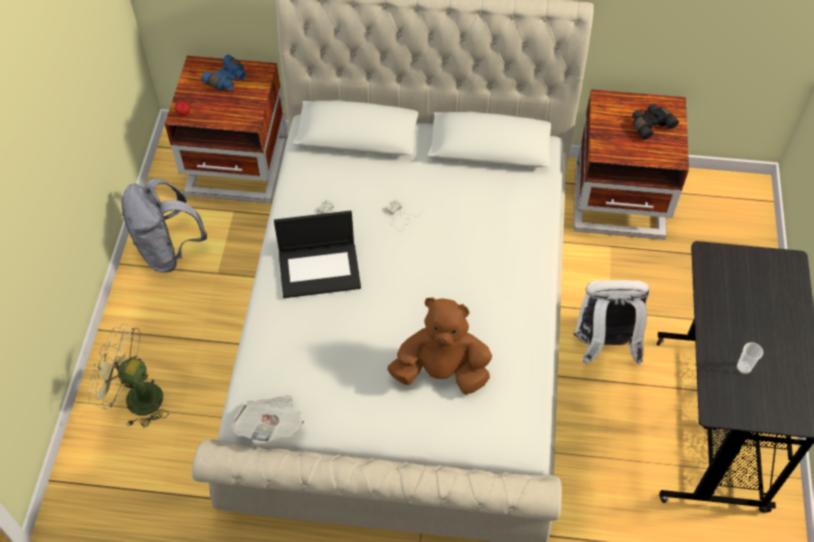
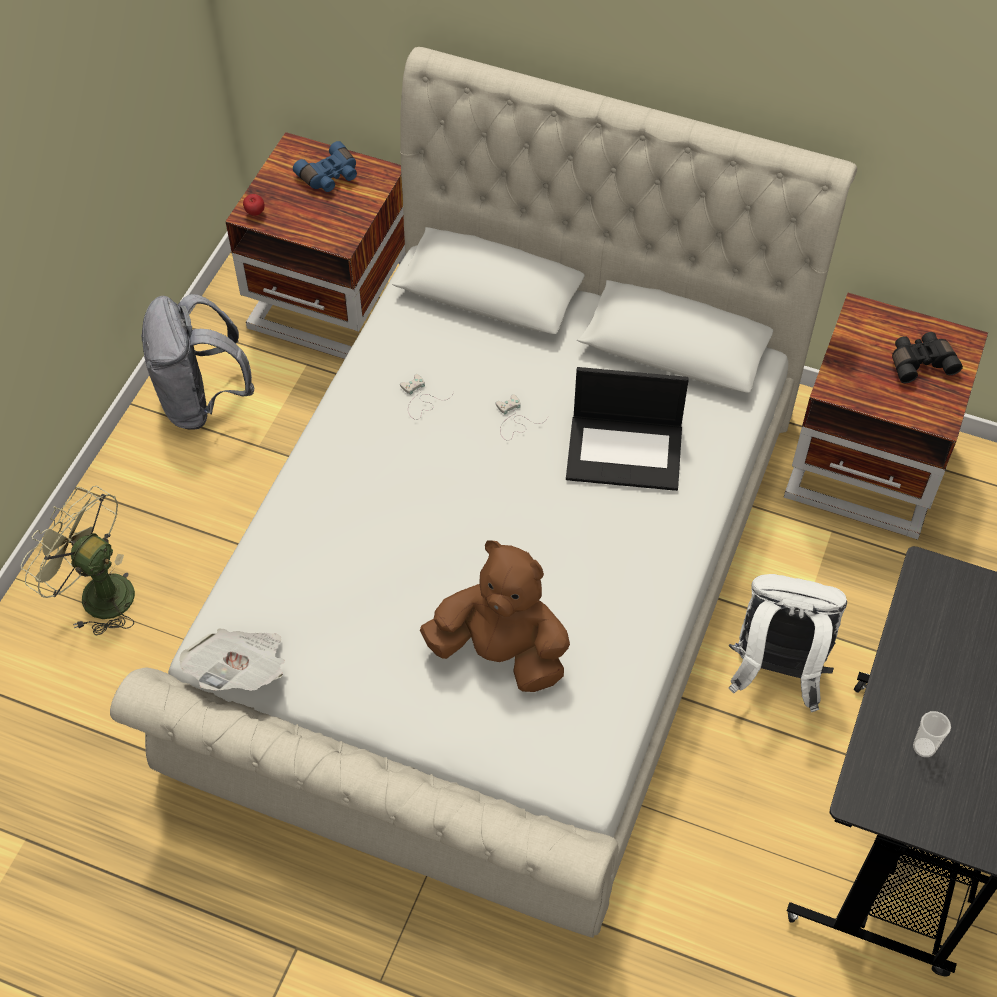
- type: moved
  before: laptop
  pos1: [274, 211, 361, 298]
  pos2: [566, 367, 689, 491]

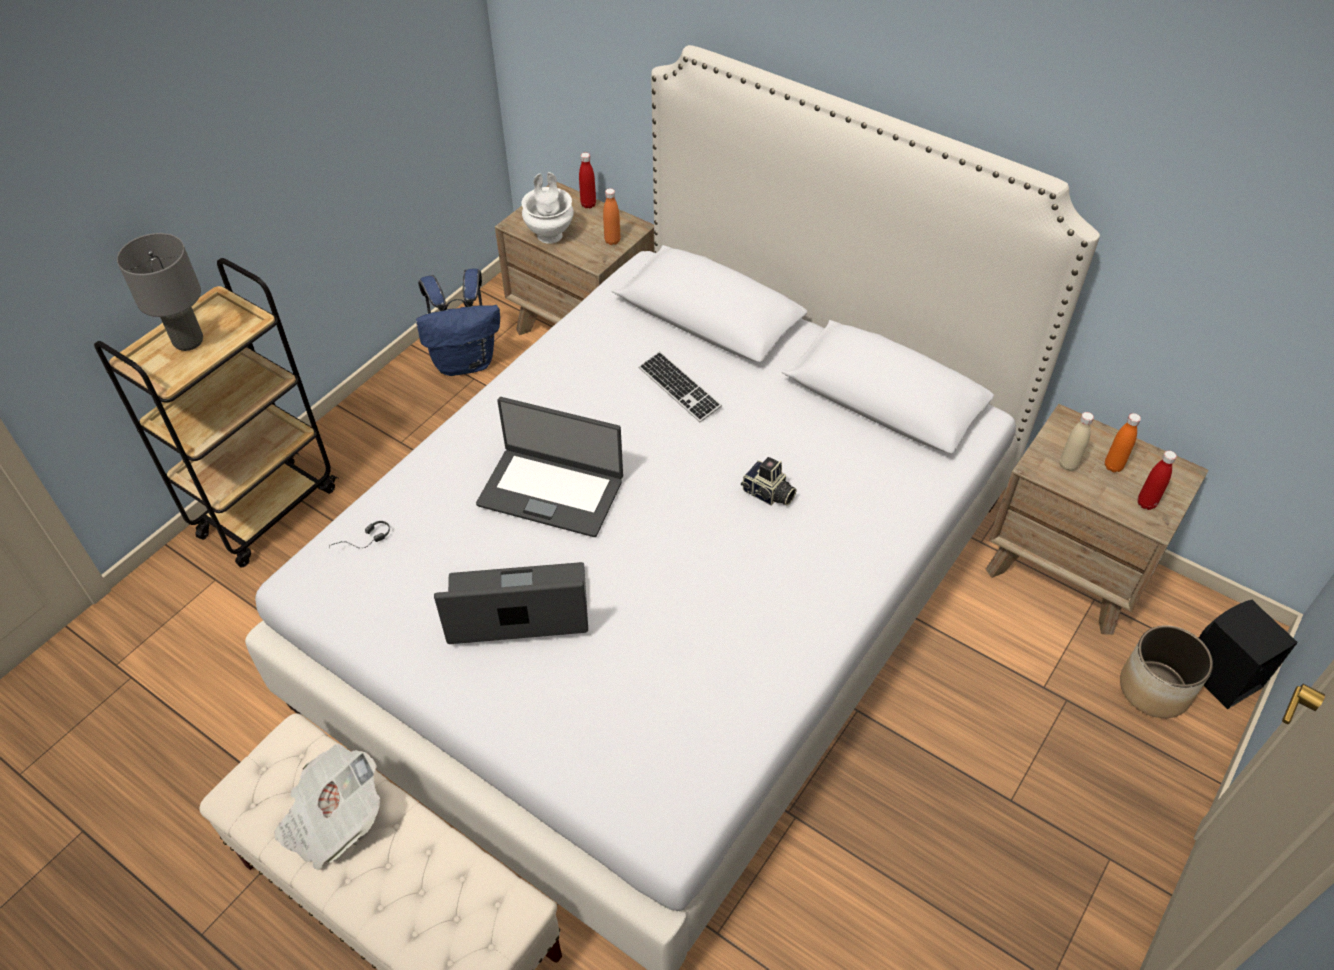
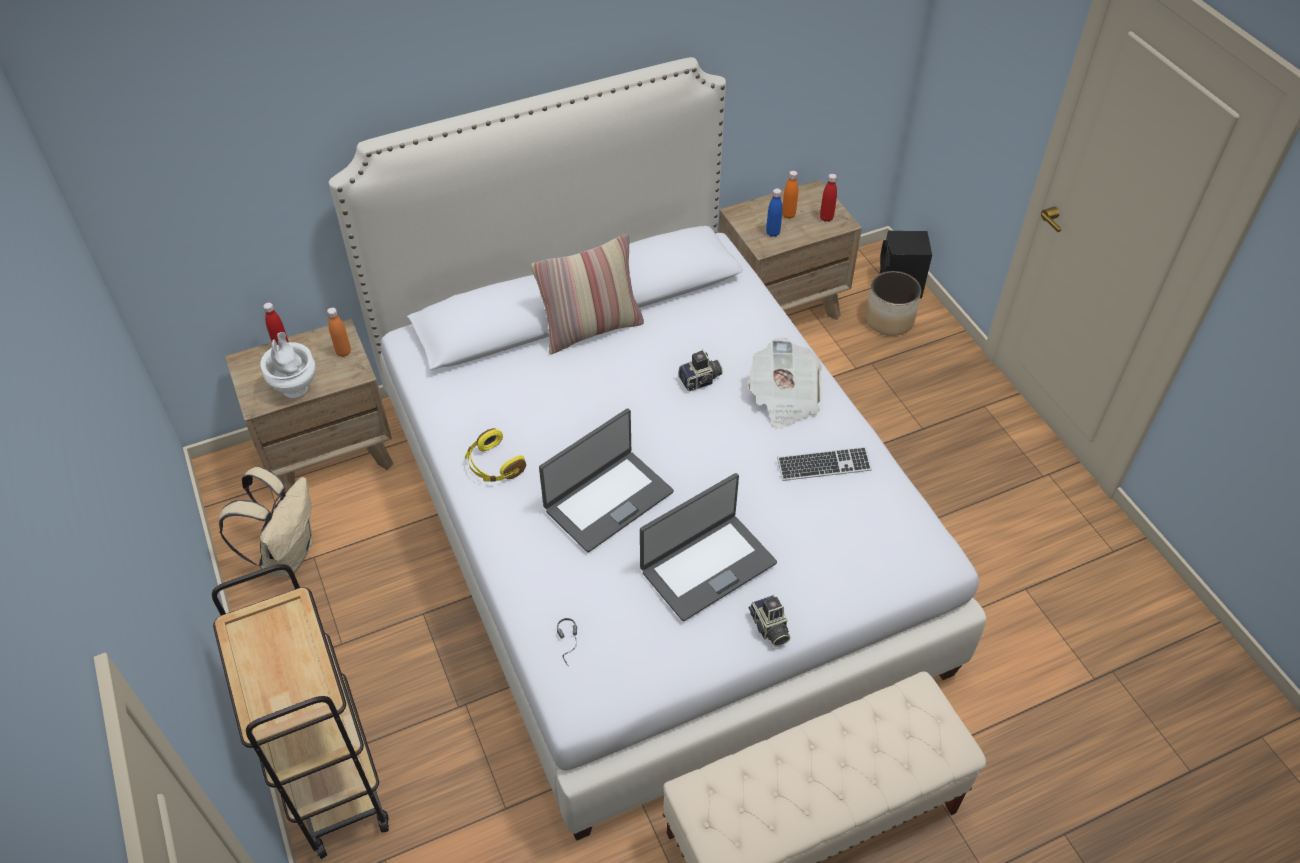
- type: removed
  before: table lamp in grey
  pos1: [117, 233, 203, 351]
- type: added
  after: headphones in yellow
  pos2: [465, 428, 526, 482]
- type: added
  after: pillow
  pos2: [531, 234, 644, 354]
- type: added
  after: photo camera
  pos2: [749, 595, 790, 647]
- type: moved
  before: daily paper
  pos1: [274, 744, 380, 871]
  pos2: [748, 338, 822, 429]
- type: moved
  before: keyboard
  pos1: [639, 351, 722, 422]
  pos2: [777, 447, 872, 481]
- type: recoloured
  before: backpack in bluish
  after: backpack in sand-coloured
  pos1: [416, 268, 500, 376]
  pos2: [219, 466, 312, 577]
- type: recoloured
  before: beverage bottle in sand-coloured
  after: beverage bottle in bluish
  pos1: [1060, 412, 1094, 471]
  pos2: [766, 188, 782, 237]
- type: turned
  before: laptop
  pos1: [434, 562, 588, 644]
  pos2: [640, 473, 777, 621]
  turn: -150

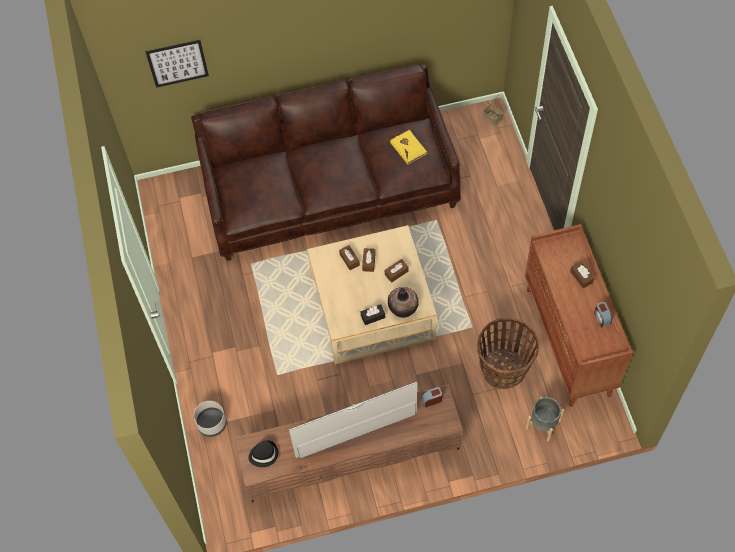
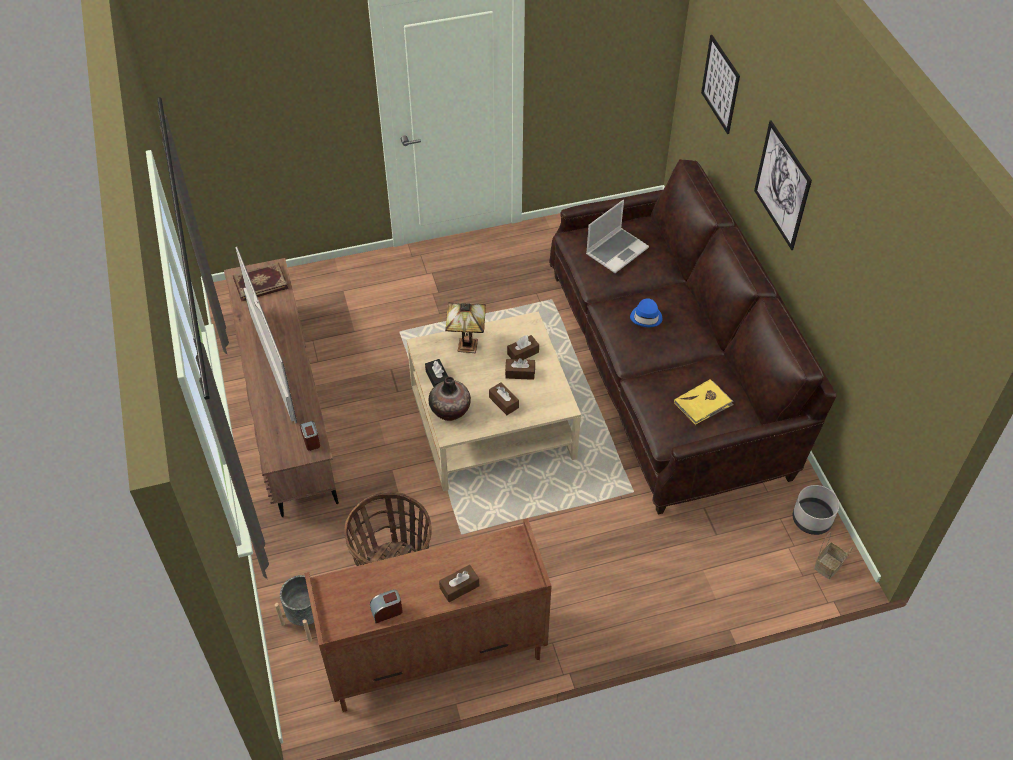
- type: added
  after: table lamp
  pos2: [445, 302, 486, 353]
- type: added
  after: laptop
  pos2: [586, 200, 649, 273]
- type: added
  after: wearable hat in bluish
  pos2: [630, 298, 662, 327]
- type: added
  after: wall picture
  pos2: [754, 121, 812, 250]
- type: moved
  before: flower pot in grey
  pos1: [193, 401, 227, 437]
  pos2: [792, 485, 839, 535]
- type: replaced
  before: wearable hat in black
  after: volume
  pos1: [248, 440, 278, 467]
  pos2: [233, 263, 288, 301]

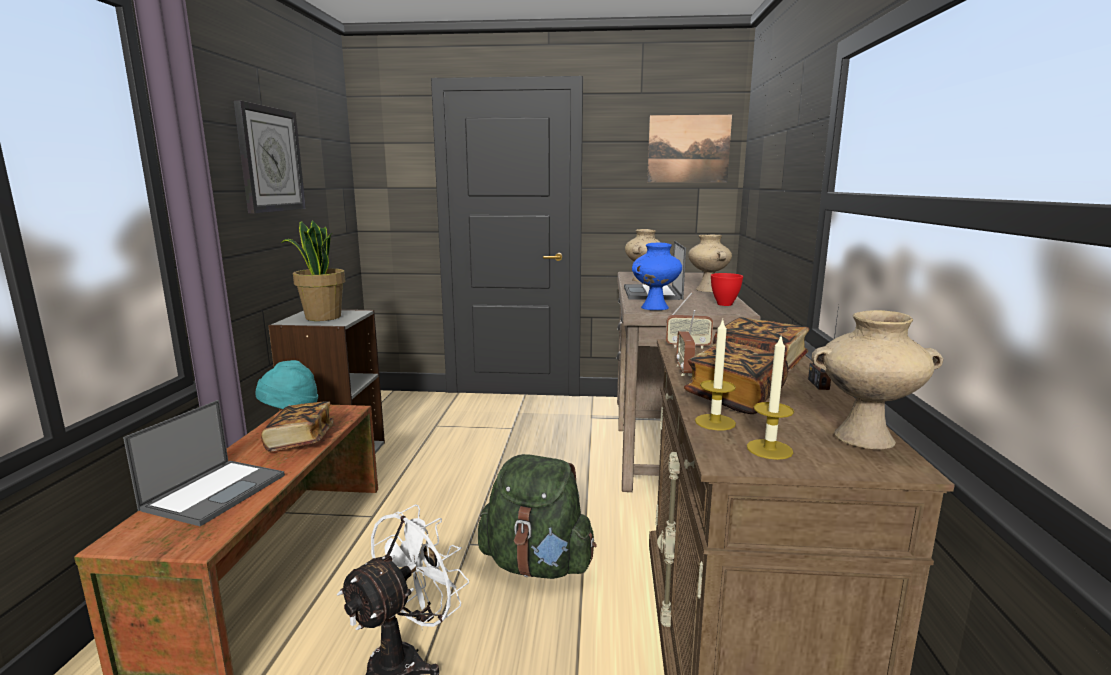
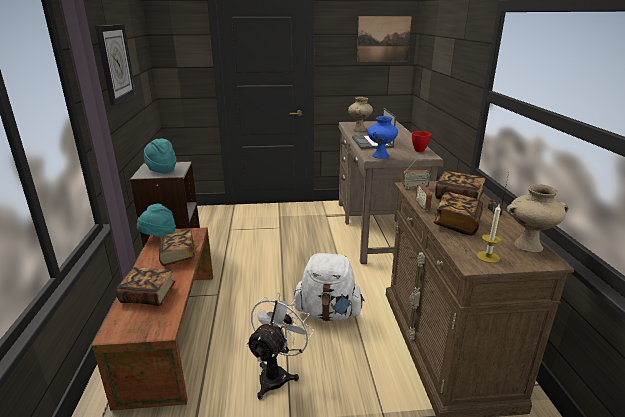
- type: removed
  before: flower vase in sand-coloured
  pos1: [688, 235, 732, 292]
- type: removed
  before: candle
  pos1: [695, 319, 736, 430]
- type: replaced
  before: laptop
  after: volume
  pos1: [123, 400, 285, 526]
  pos2: [116, 267, 176, 306]
- type: replaced
  before: houseplant
  after: wearable hat in blue-green
  pos1: [281, 220, 345, 321]
  pos2: [144, 139, 176, 173]
- type: recoloured
  before: backpack in greenish
  after: backpack in white-coloured
  pos1: [478, 454, 597, 579]
  pos2: [294, 253, 365, 321]

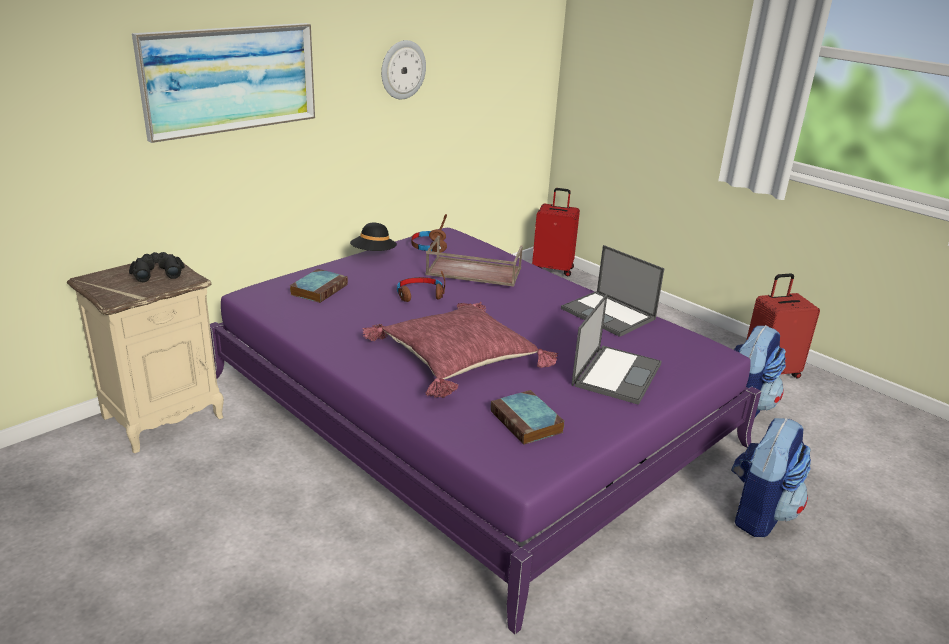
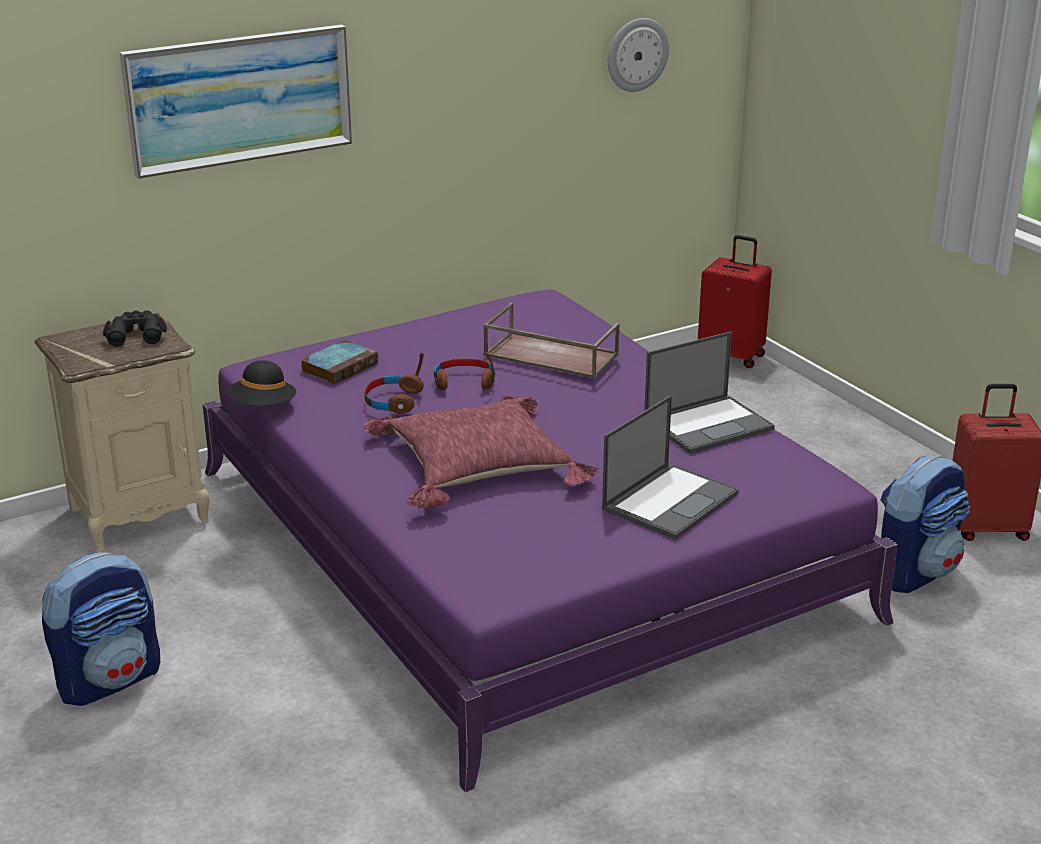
- type: removed
  before: volume
  pos1: [491, 390, 565, 445]
- type: moved
  before: wearable hat in black
  pos1: [350, 223, 397, 251]
  pos2: [225, 360, 297, 406]
- type: moved
  before: hanging clock
  pos1: [381, 40, 426, 99]
  pos2: [608, 18, 669, 92]
- type: moved
  before: headphones in brown-coloured
  pos1: [411, 214, 447, 252]
  pos2: [364, 352, 424, 414]
- type: moved
  before: backpack
  pos1: [732, 418, 811, 537]
  pos2: [42, 552, 160, 706]
- type: turned
  before: laptop
  pos1: [561, 245, 665, 337]
  pos2: [644, 331, 775, 454]
  turn: -90

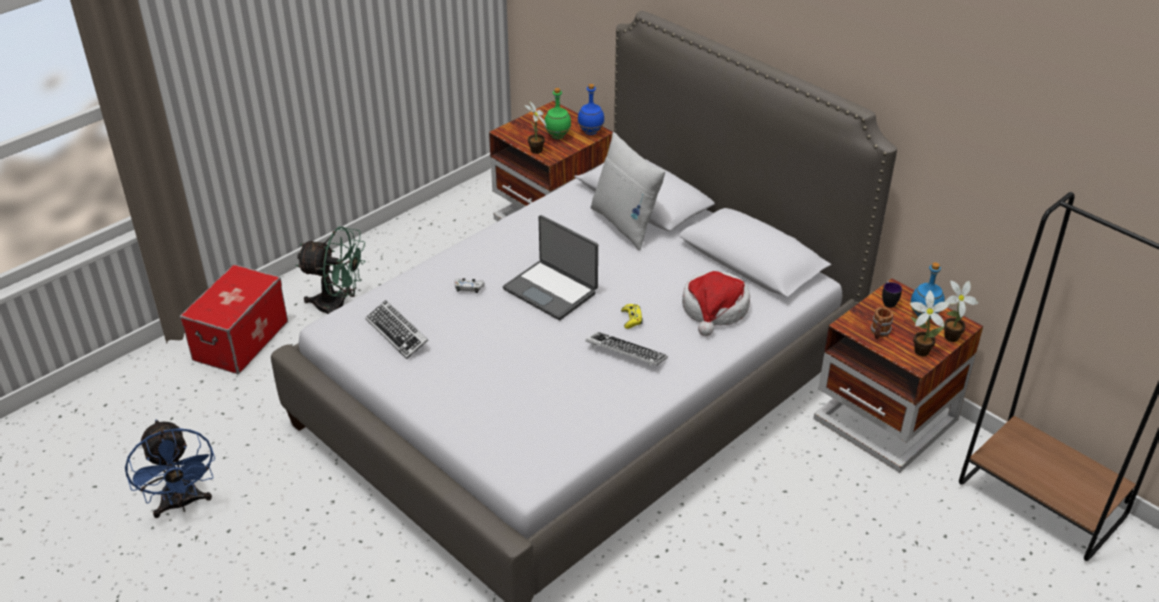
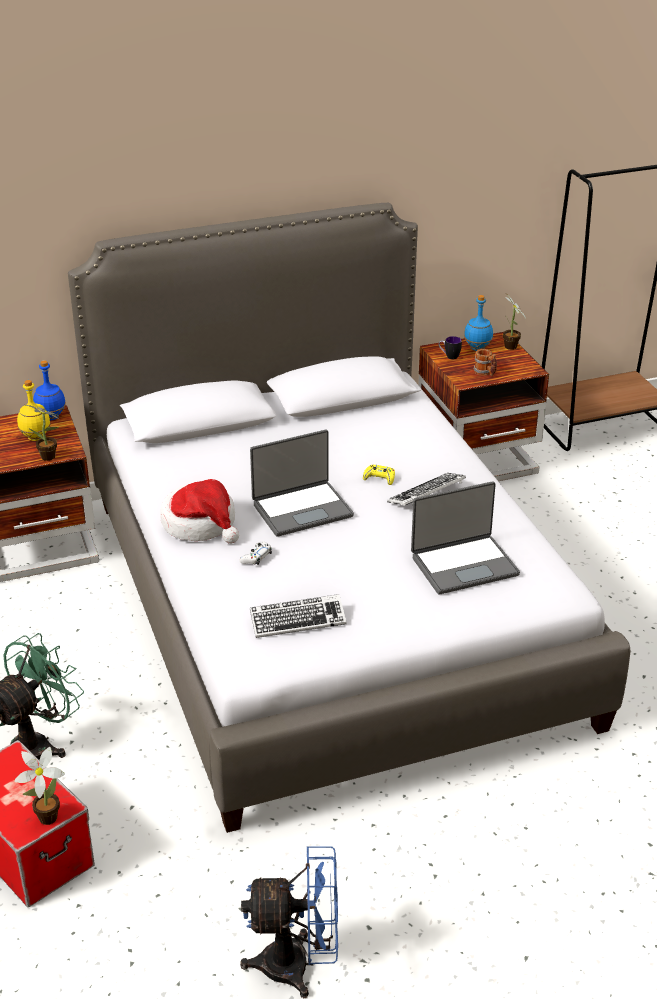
- type: removed
  before: pillow in grey
  pos1: [591, 132, 665, 250]
- type: added
  after: laptop
  pos2: [411, 481, 520, 594]
- type: moved
  before: wearable hat
  pos1: [682, 271, 750, 336]
  pos2: [160, 479, 239, 544]
- type: moved
  before: houseplant
  pos1: [910, 290, 950, 356]
  pos2: [14, 747, 65, 825]
- type: recoloured
  before: beverage bottle in greenish
  after: beverage bottle in yellow
  pos1: [544, 88, 571, 139]
  pos2: [17, 380, 51, 441]

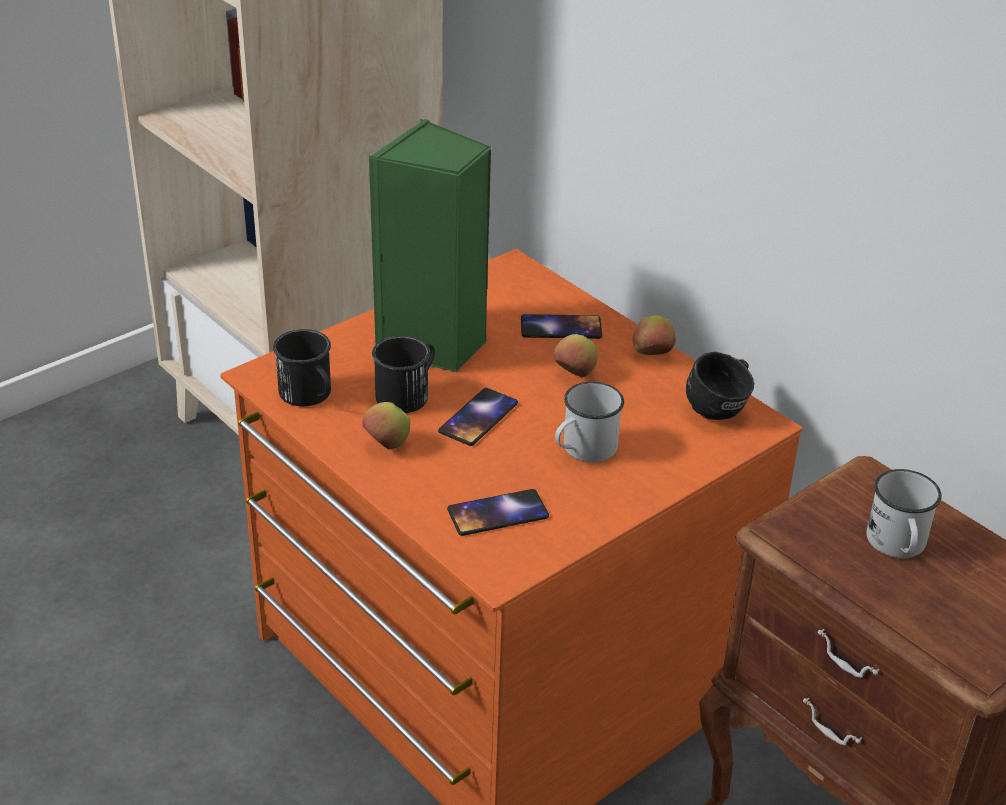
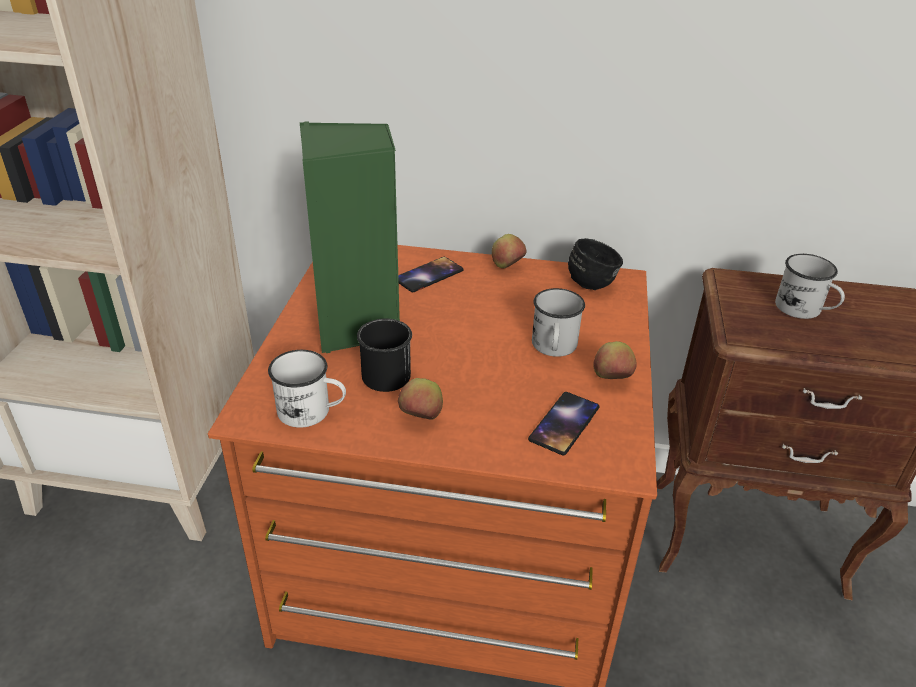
- type: removed
  before: handset
  pos1: [438, 388, 518, 446]
- type: moved
  before: apple
  pos1: [554, 334, 597, 378]
  pos2: [593, 341, 636, 379]
- type: recoloured
  before: mug in black
  after: mug in white-coloured
  pos1: [273, 329, 331, 406]
  pos2: [268, 350, 346, 428]

